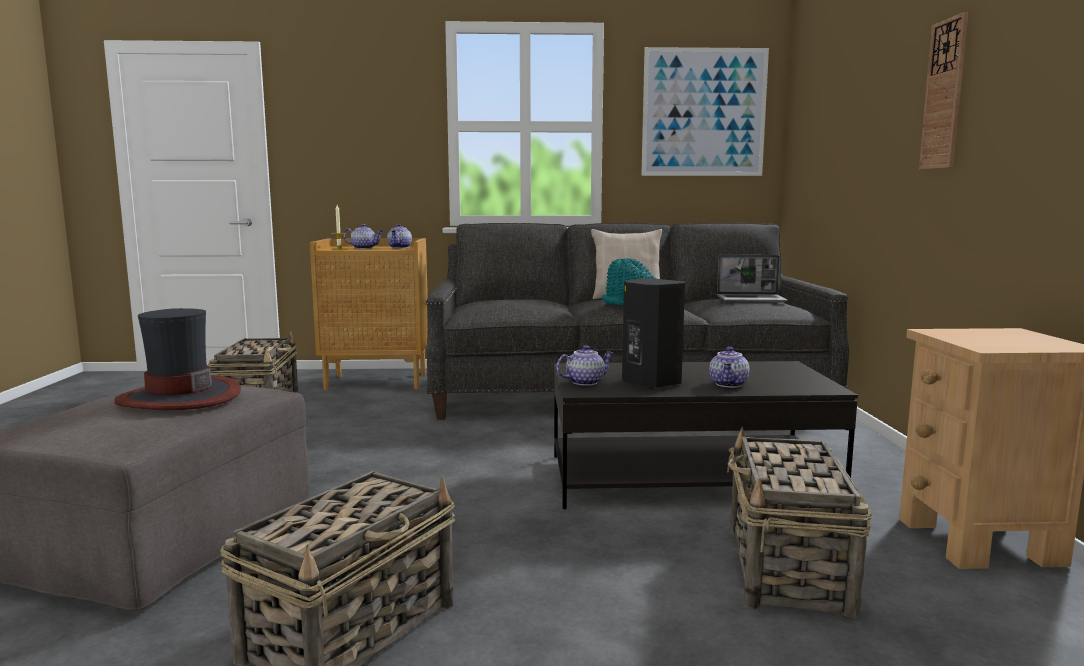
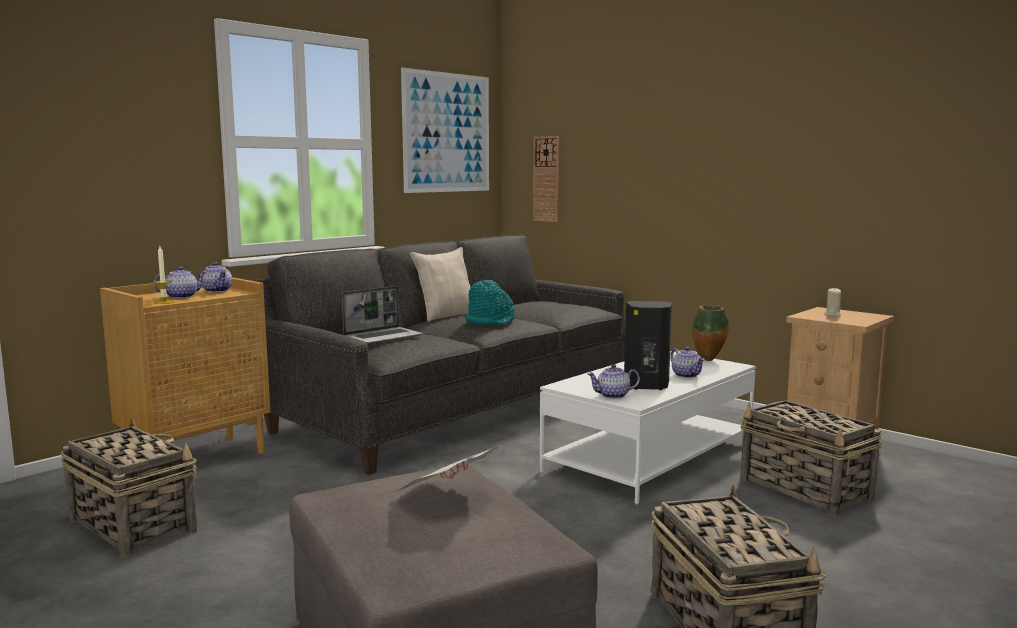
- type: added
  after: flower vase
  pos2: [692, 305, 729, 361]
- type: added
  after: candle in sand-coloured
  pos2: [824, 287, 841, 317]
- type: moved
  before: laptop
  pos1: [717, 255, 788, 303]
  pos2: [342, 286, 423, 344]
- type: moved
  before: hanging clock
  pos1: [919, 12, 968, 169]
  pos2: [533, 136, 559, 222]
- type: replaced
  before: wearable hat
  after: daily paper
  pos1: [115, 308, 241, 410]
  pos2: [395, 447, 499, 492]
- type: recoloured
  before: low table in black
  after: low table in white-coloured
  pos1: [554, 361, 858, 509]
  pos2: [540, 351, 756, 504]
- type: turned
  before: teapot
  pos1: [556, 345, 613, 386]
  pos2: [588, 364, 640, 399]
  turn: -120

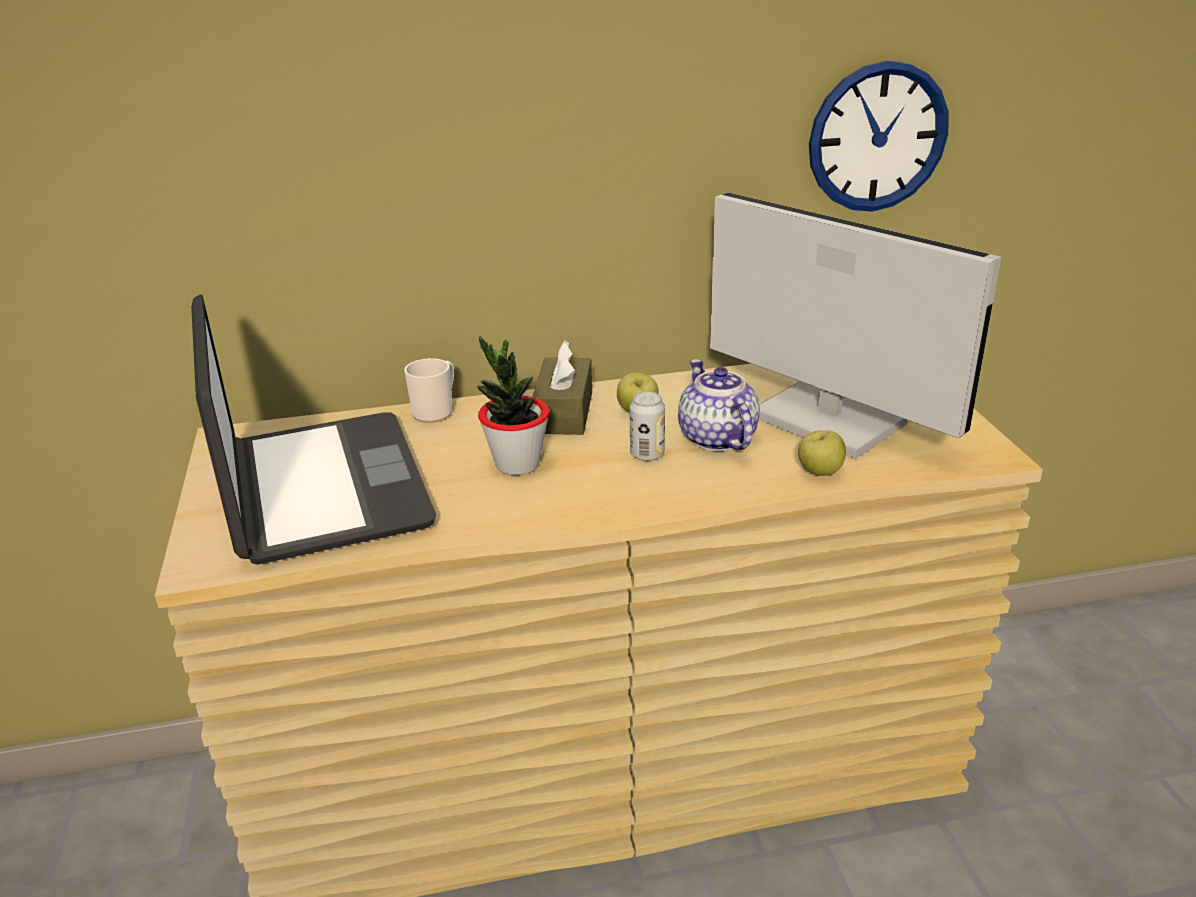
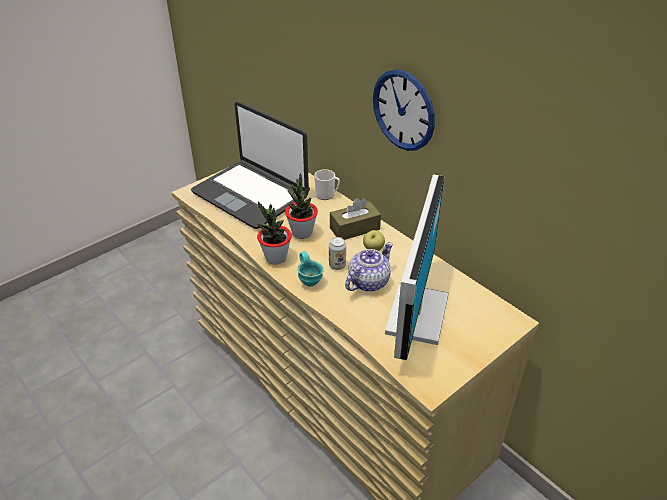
- type: removed
  before: apple
  pos1: [798, 430, 846, 476]
- type: added
  after: houseplant
  pos2: [257, 201, 292, 265]
- type: added
  after: mug in blue-green
  pos2: [298, 251, 324, 287]
- type: moved
  before: hanging clock
  pos1: [809, 61, 948, 212]
  pos2: [373, 69, 435, 151]
- type: turned
  before: laptop
  pos1: [191, 294, 436, 565]
  pos2: [191, 102, 309, 229]
  turn: 90

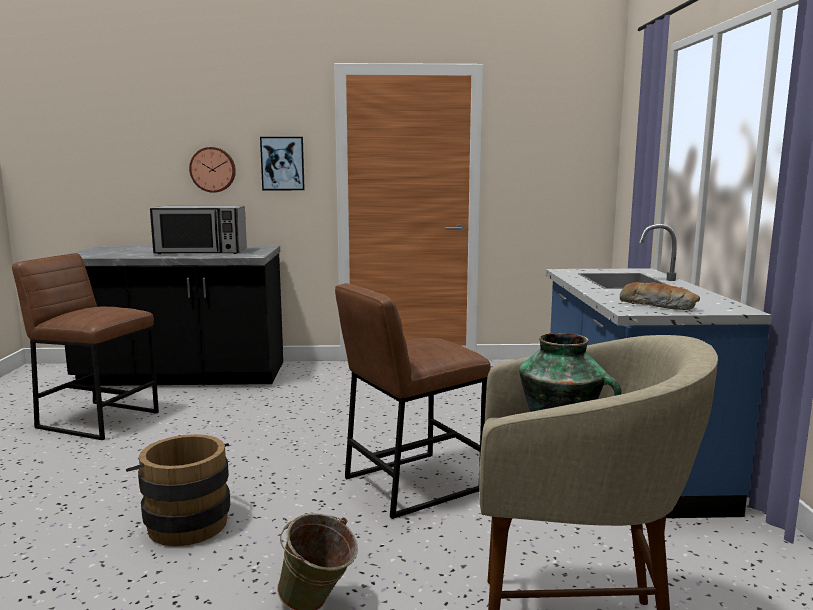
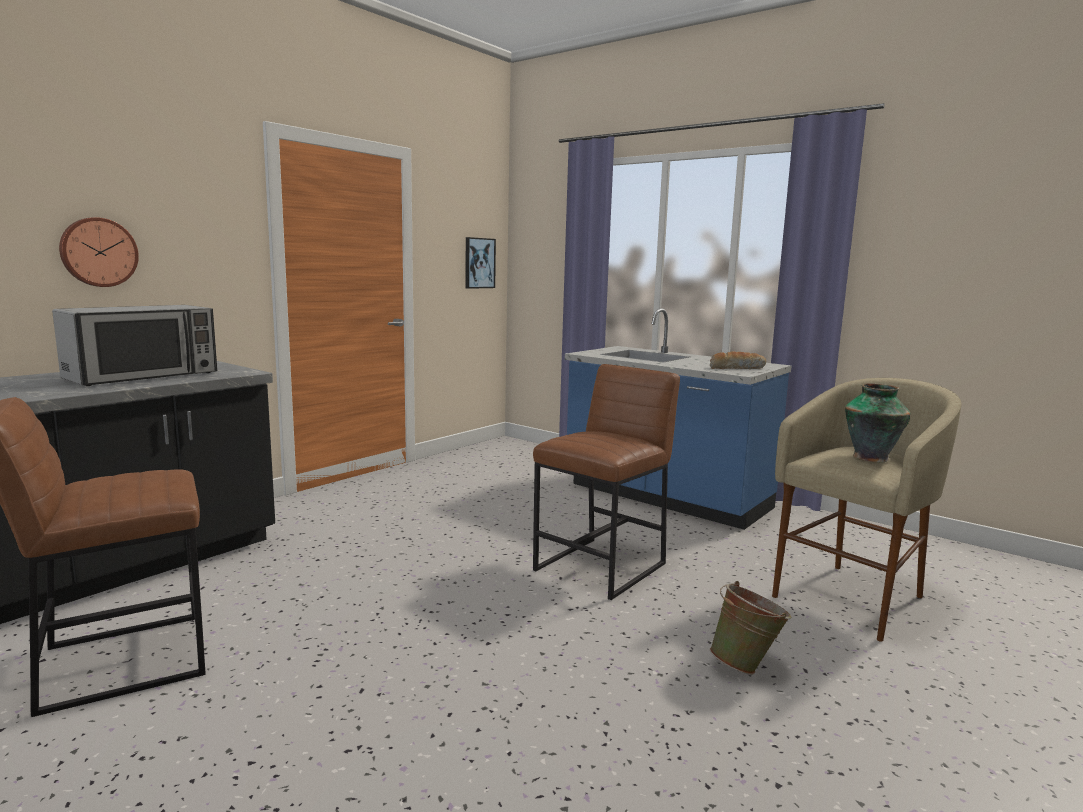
- type: removed
  before: water bucket in brown-coloured
  pos1: [126, 434, 230, 546]
- type: moved
  before: wall picture
  pos1: [260, 137, 305, 190]
  pos2: [466, 237, 496, 289]
- type: turned
  before: plain chair in brown-coloured
  pos1: [335, 283, 491, 519]
  pos2: [533, 364, 680, 600]
  turn: -150

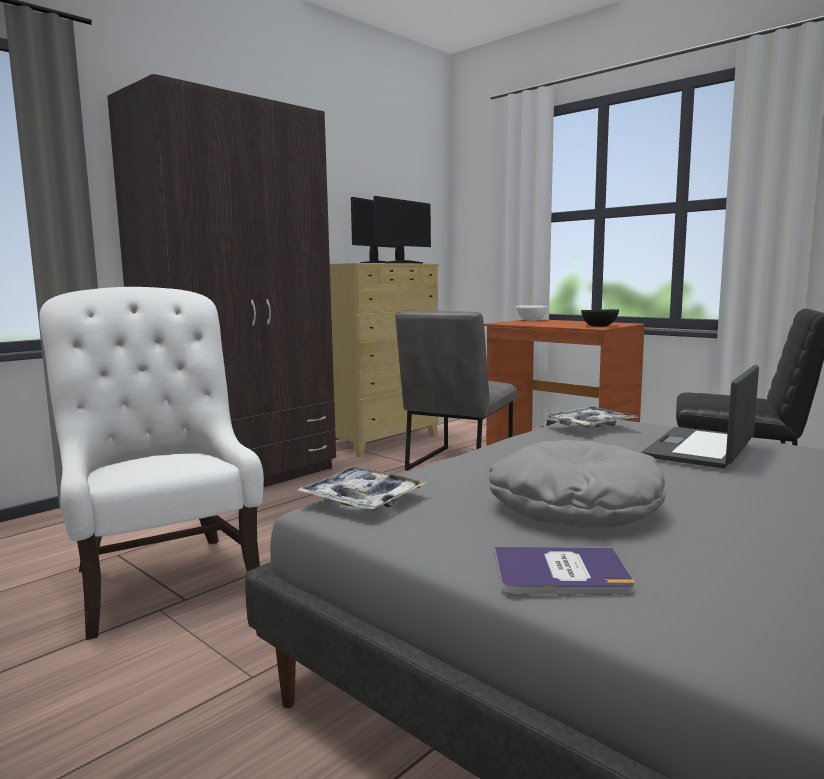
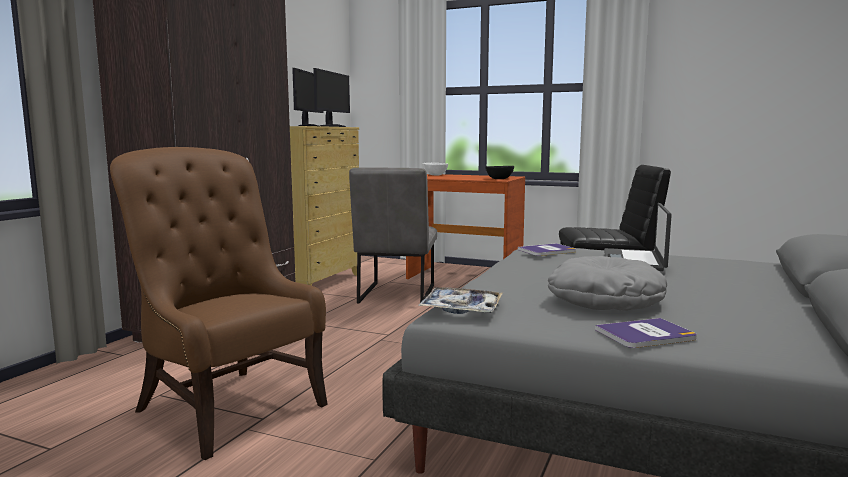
- type: replaced
  before: tray
  after: volume
  pos1: [545, 406, 639, 428]
  pos2: [518, 243, 576, 256]
- type: recoloured
  before: plain chair in white-coloured
  after: plain chair in brown-coloured
  pos1: [39, 287, 264, 640]
  pos2: [110, 147, 328, 460]

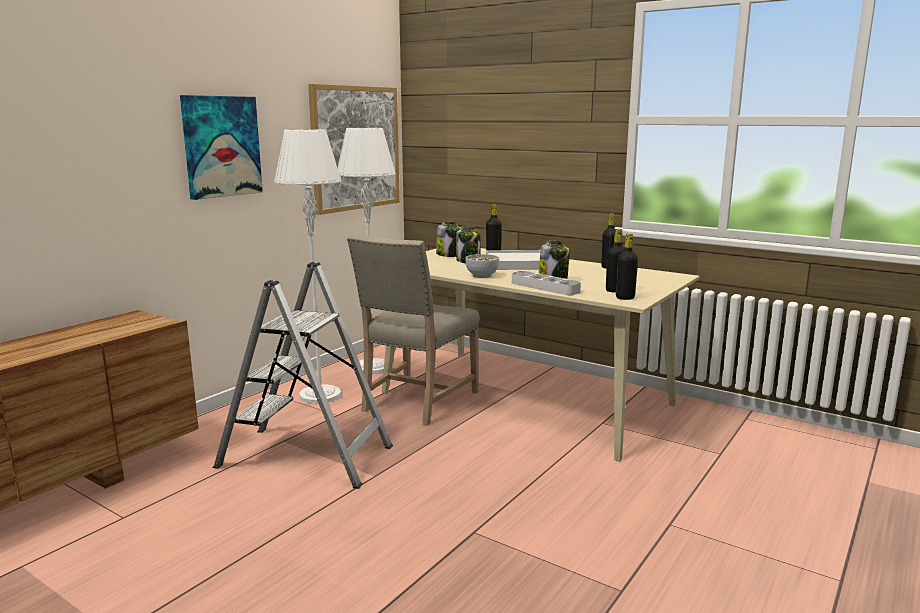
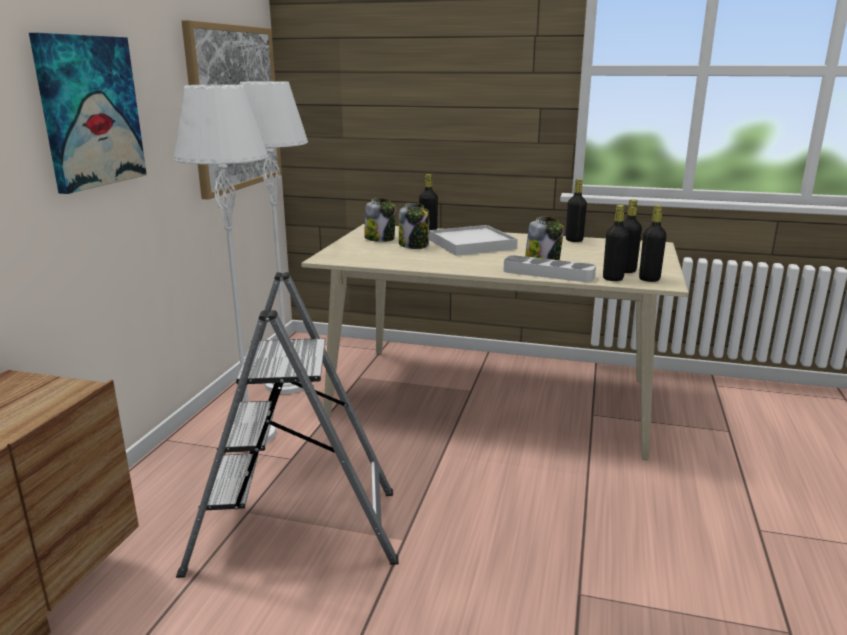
- type: removed
  before: plain chair in sand-coloured
  pos1: [347, 234, 480, 426]
- type: removed
  before: bowl
  pos1: [465, 254, 499, 278]
- type: added
  after: beverage bottle in black
  pos2: [603, 205, 629, 281]

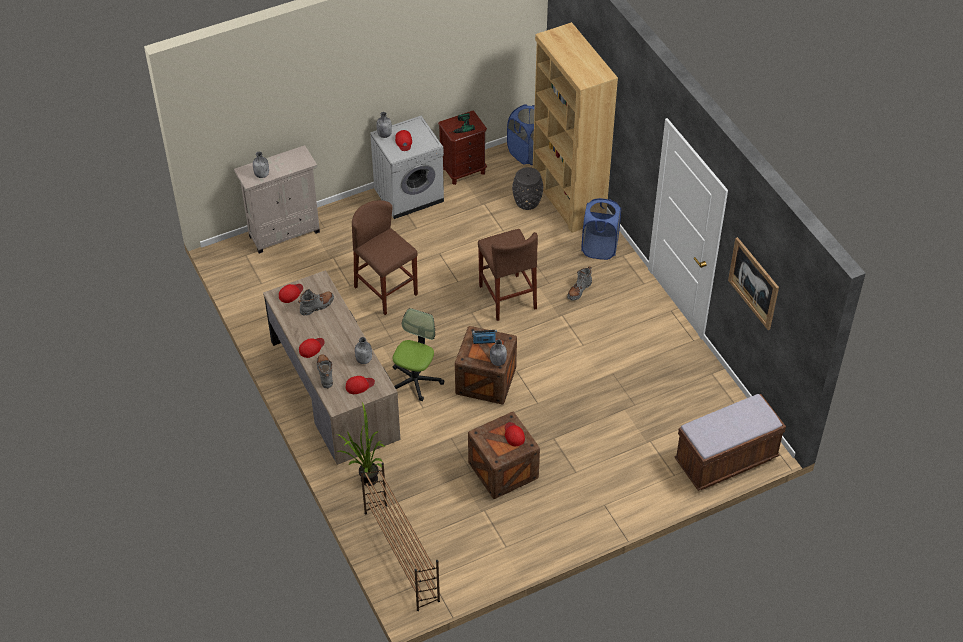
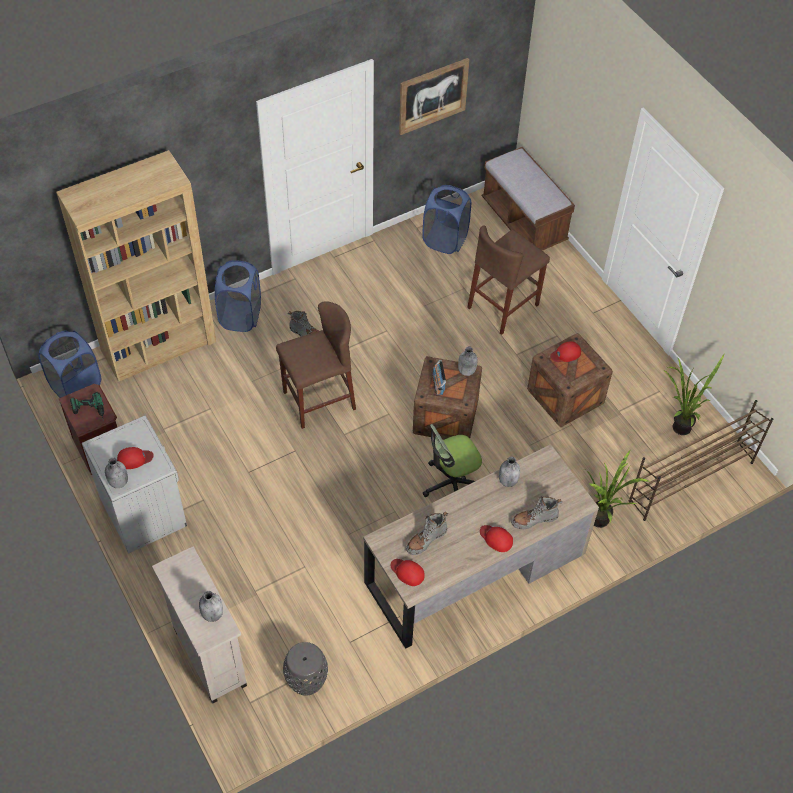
- type: removed
  before: peaked cap in red-coloured
  pos1: [346, 376, 375, 394]
- type: added
  after: hamper in bluish
  pos2: [422, 185, 471, 254]
- type: added
  after: houseplant
  pos2: [663, 353, 725, 435]
- type: moved
  before: stool in brown-coloured
  pos1: [352, 200, 418, 315]
  pos2: [467, 225, 550, 335]
- type: moved
  before: stool in grey
  pos1: [512, 167, 543, 210]
  pos2: [283, 642, 328, 696]
- type: turned
  before: tall boot in grey
  pos1: [298, 289, 334, 316]
  pos2: [406, 512, 448, 555]
  turn: -90
- type: turned
  before: computer chair
  pos1: [392, 308, 444, 401]
  pos2: [422, 424, 482, 497]
  turn: -45

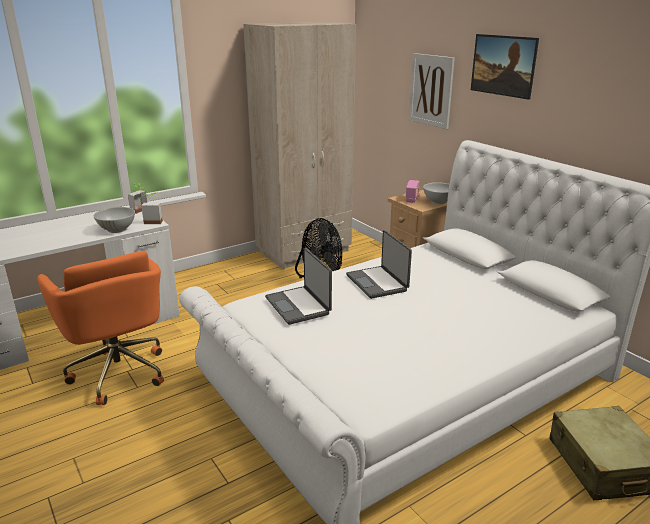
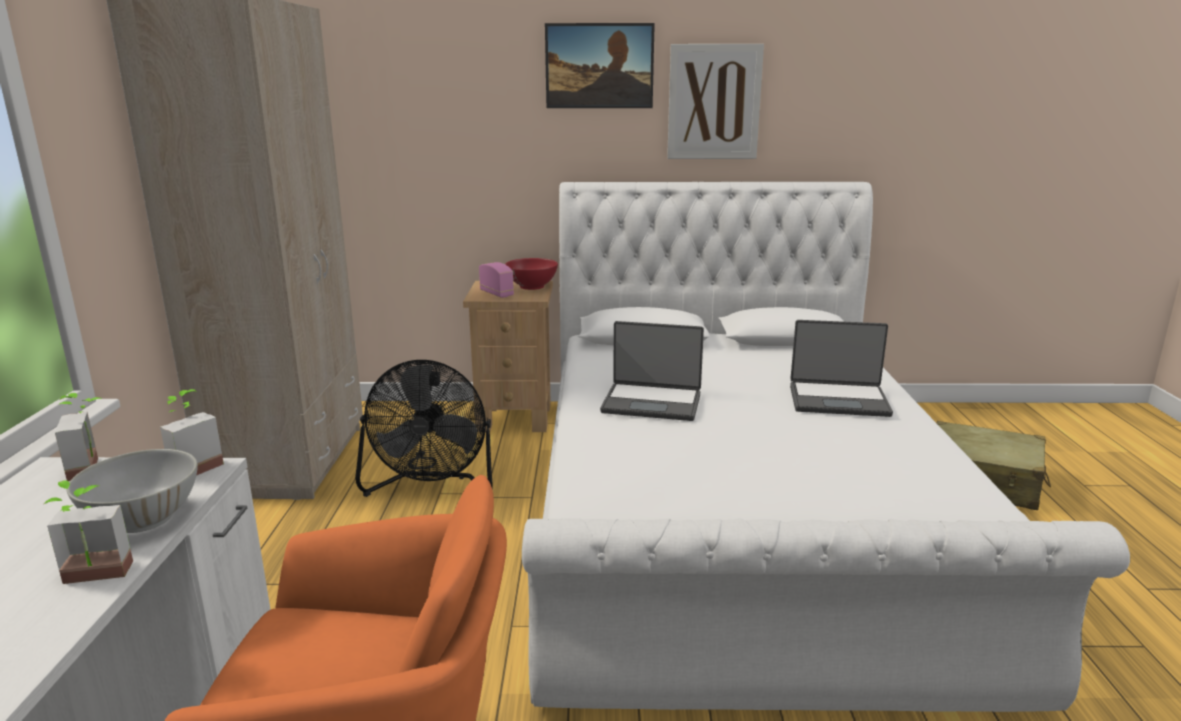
- type: added
  after: houseplant
  pos2: [44, 480, 133, 584]
- type: moved
  before: laptop
  pos1: [265, 248, 332, 325]
  pos2: [790, 320, 893, 417]
- type: moved
  before: wall picture
  pos1: [409, 53, 455, 129]
  pos2: [667, 44, 764, 159]
- type: recoloured
  before: bowl in white-coloured
  after: bowl in red-coloured
  pos1: [423, 182, 449, 204]
  pos2: [505, 258, 558, 290]

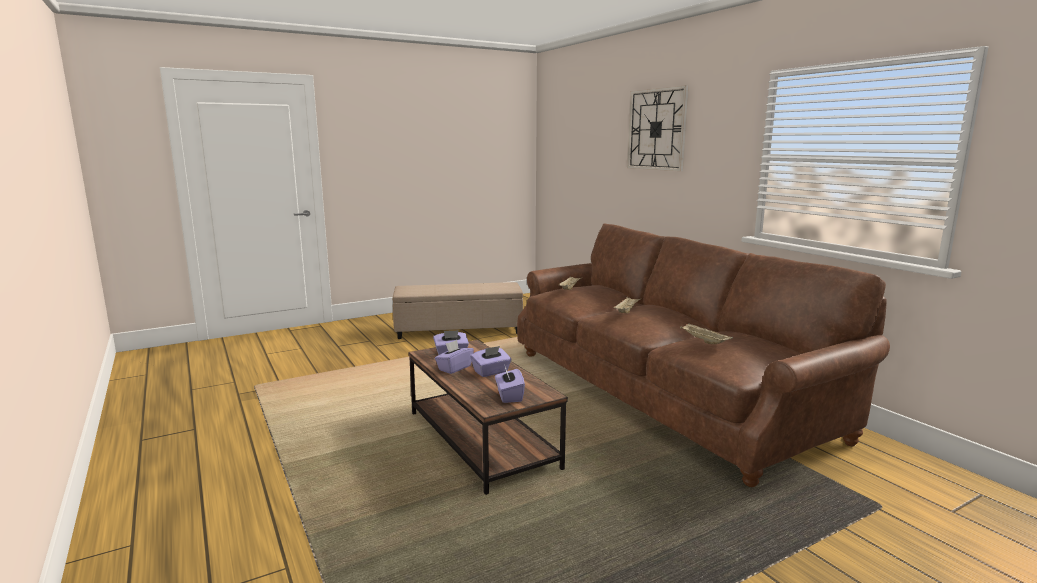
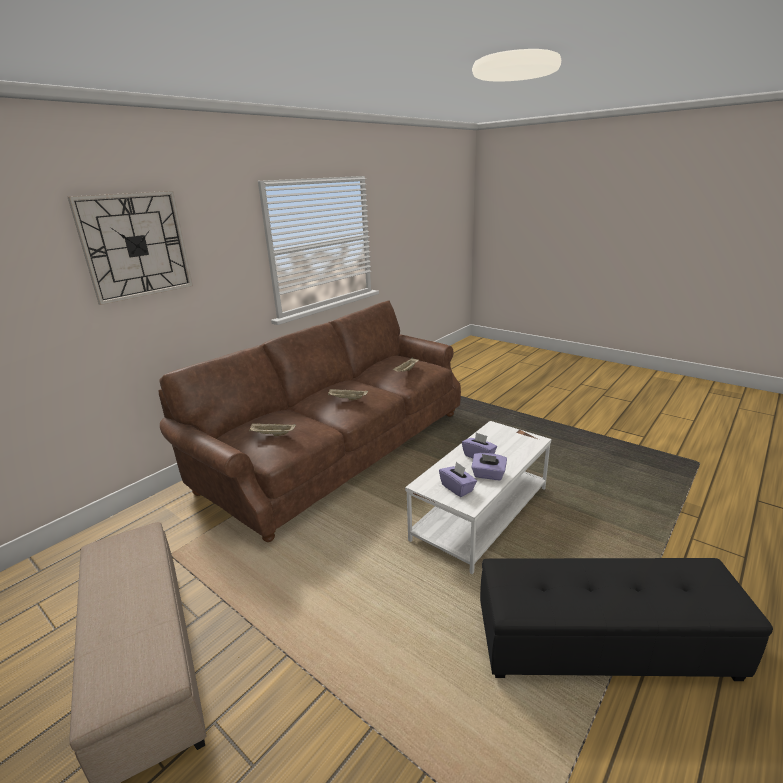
- type: removed
  before: tissue box in purple-coloured
  pos1: [495, 367, 525, 403]
- type: added
  after: ottoman in black
  pos2: [480, 558, 773, 681]
- type: recoloured
  before: low table in brown-coloured
  after: low table in white-coloured
  pos1: [408, 340, 568, 495]
  pos2: [405, 421, 551, 574]

